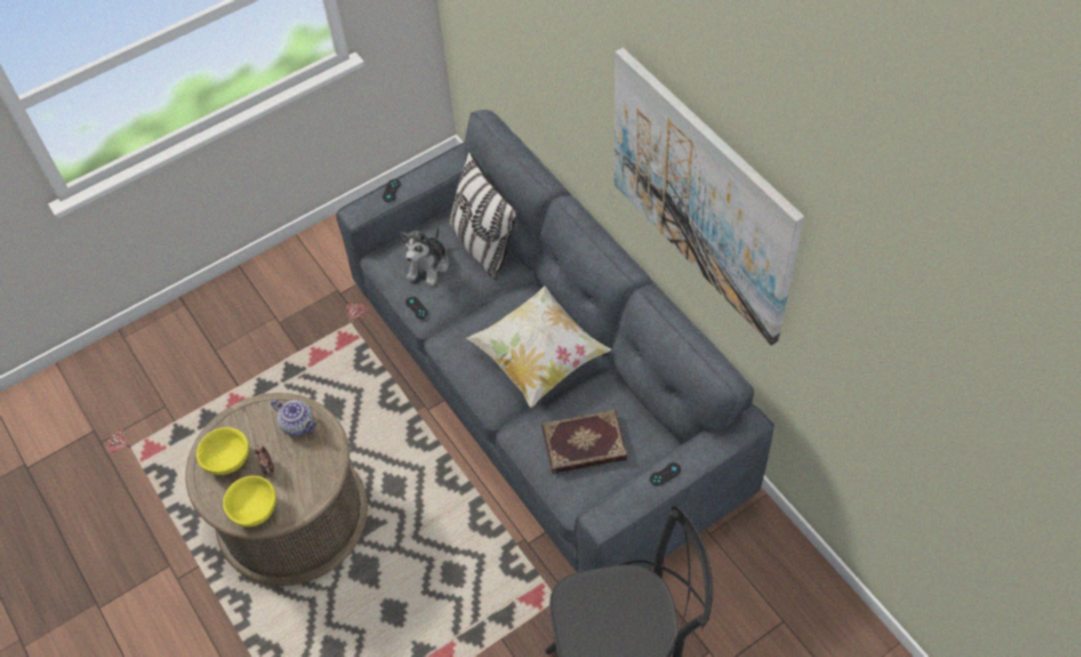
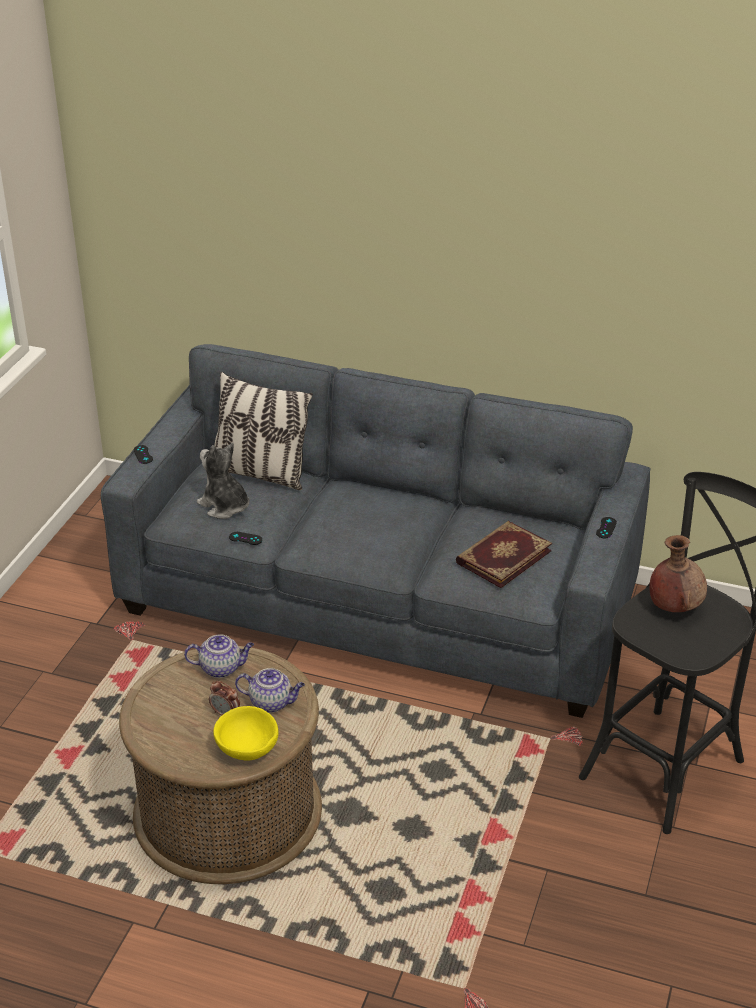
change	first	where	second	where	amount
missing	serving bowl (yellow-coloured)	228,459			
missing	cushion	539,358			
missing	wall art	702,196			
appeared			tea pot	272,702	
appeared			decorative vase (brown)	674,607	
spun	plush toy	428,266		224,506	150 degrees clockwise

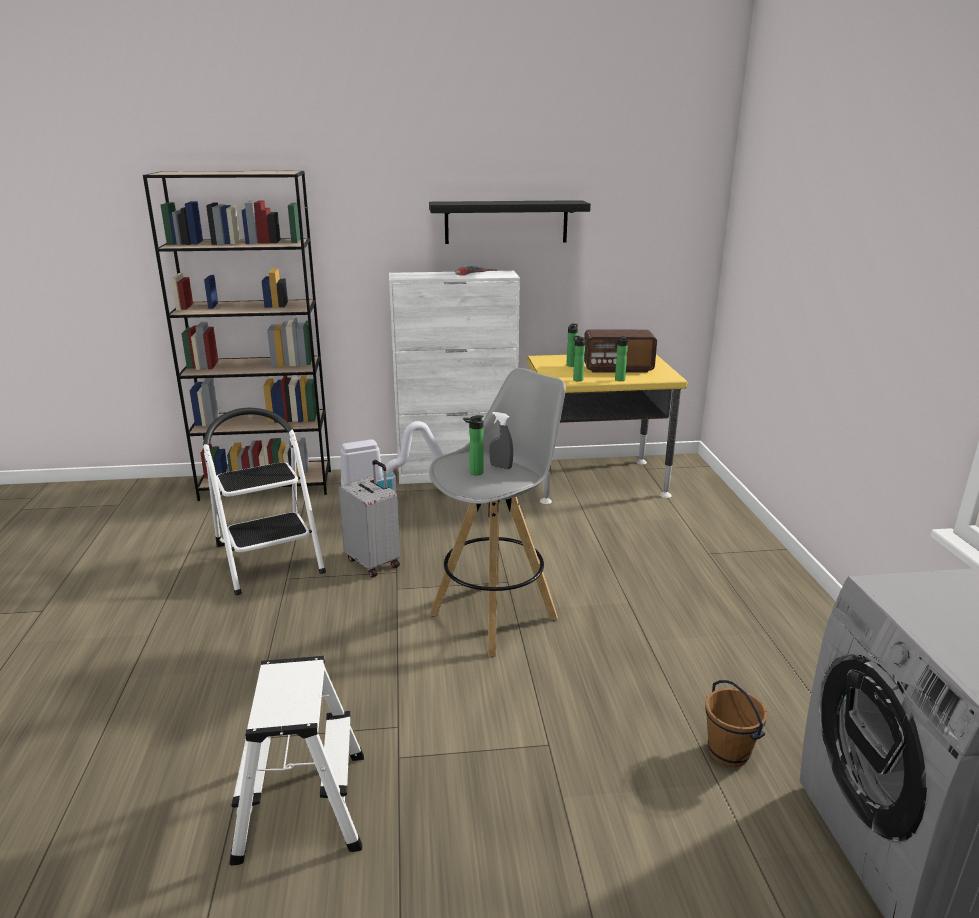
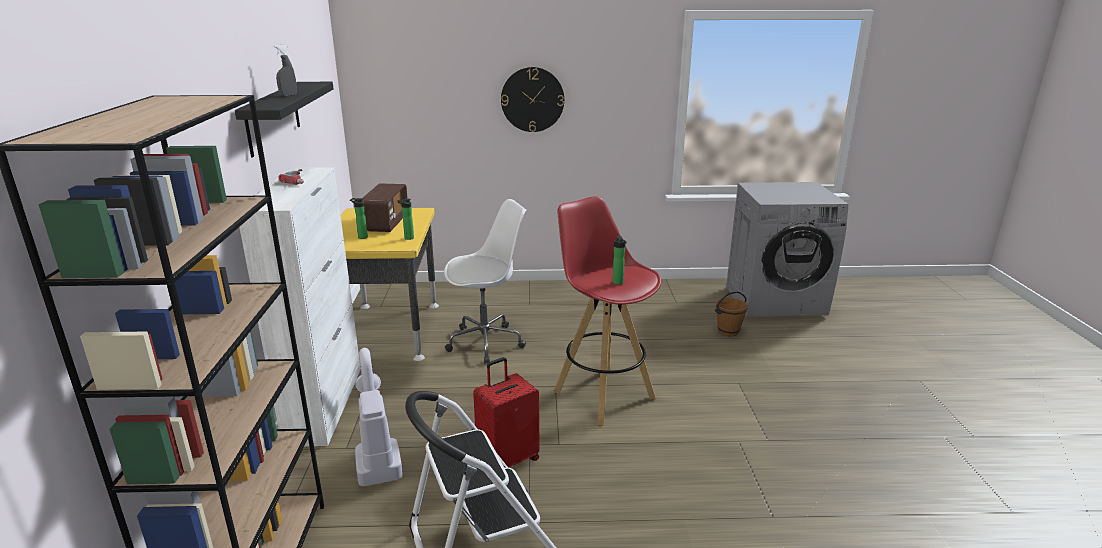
change	first	where	second	where	amount
missing	step ladder (white)	302,806			
missing	beverage bottle	620,380			
appeared			office chair (white)	487,342	
appeared			clock on the wall	532,99	
relocated	hand sprayer (greyish)	501,467		288,95	
colour	suitcase (greyish)	374,562	suitcase (red-coloured)	508,459	
colour	stool (greyish)	496,615	stool (red-coloured)	603,393	

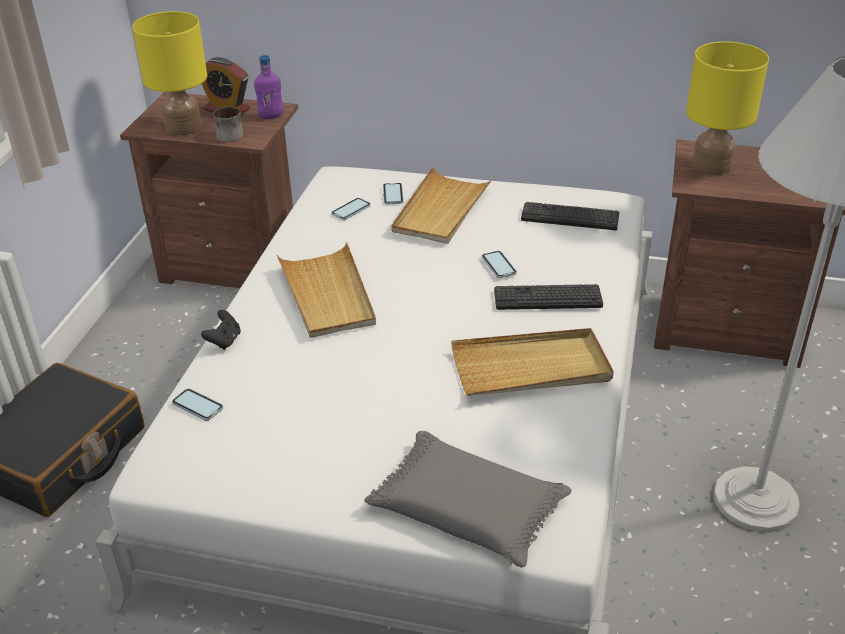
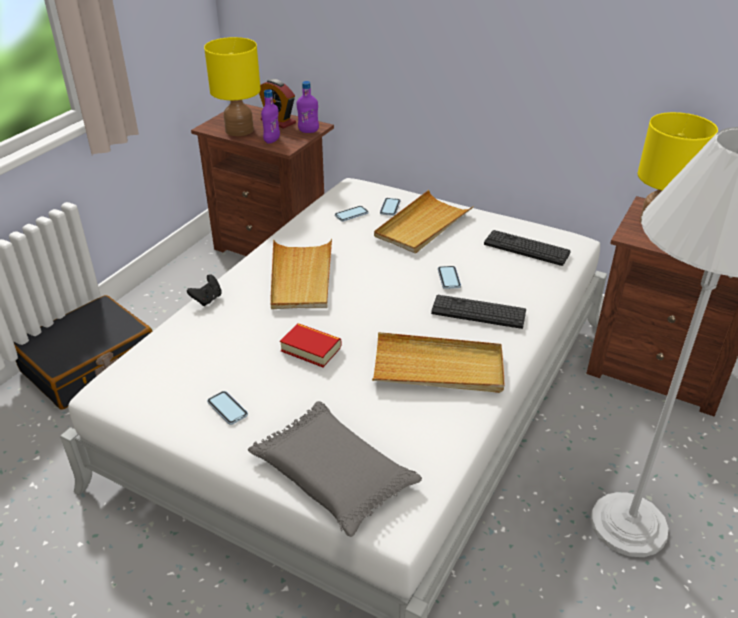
change	first	where	second	where	amount
appeared			book	311,349	
relocated	handset	197,406		227,409	
exchanged	tea mug	231,134	beverage bottle (purplish)	272,140	

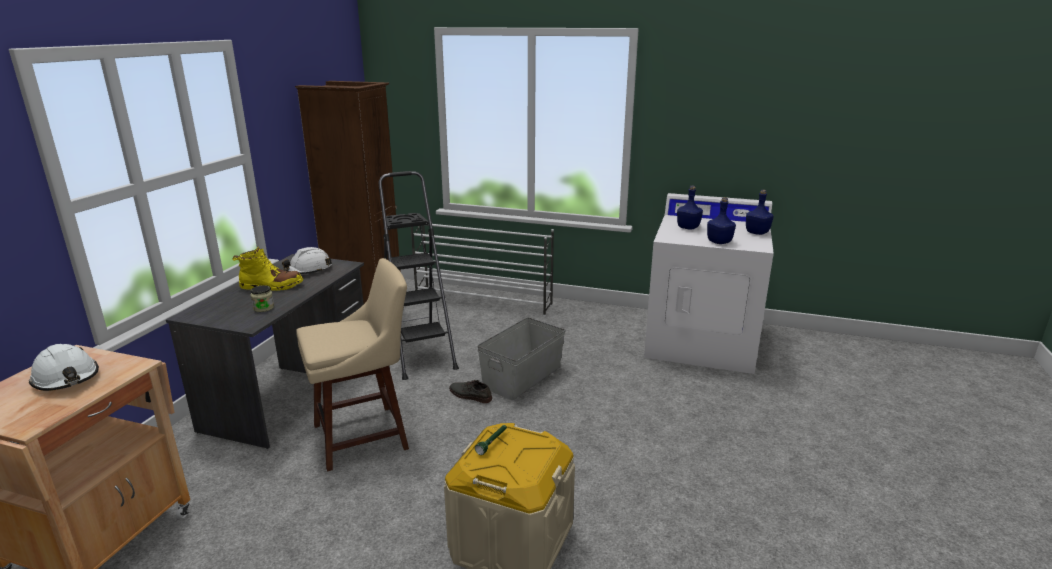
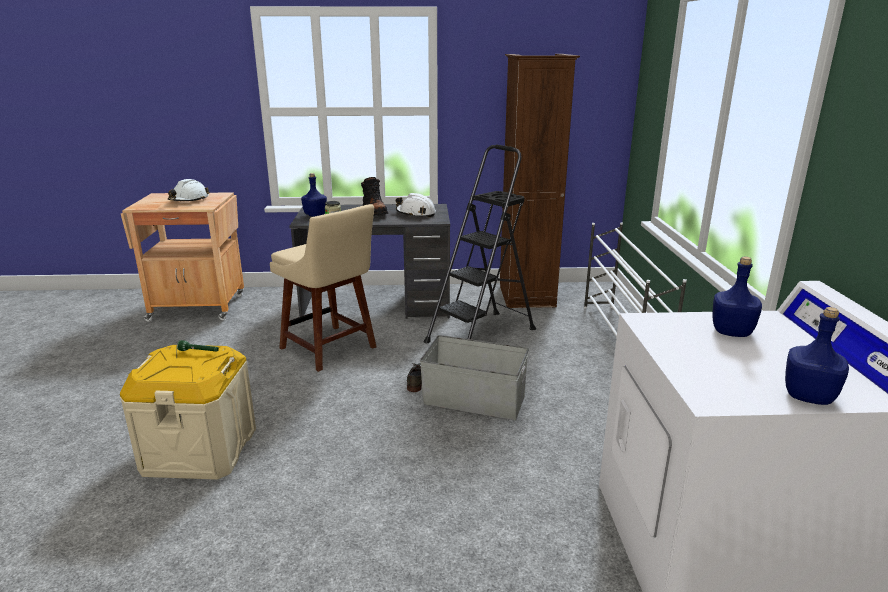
change	first	where	second	where	amount
relocated	beverage bottle (bluish)	719,242		315,215	
colour	boot (yellow-coloured)	271,286	boot (blackish)	374,212	

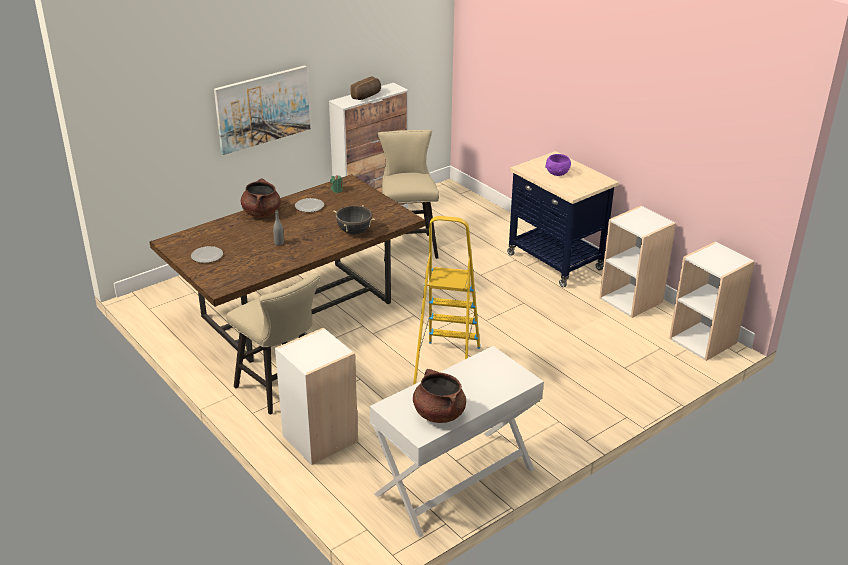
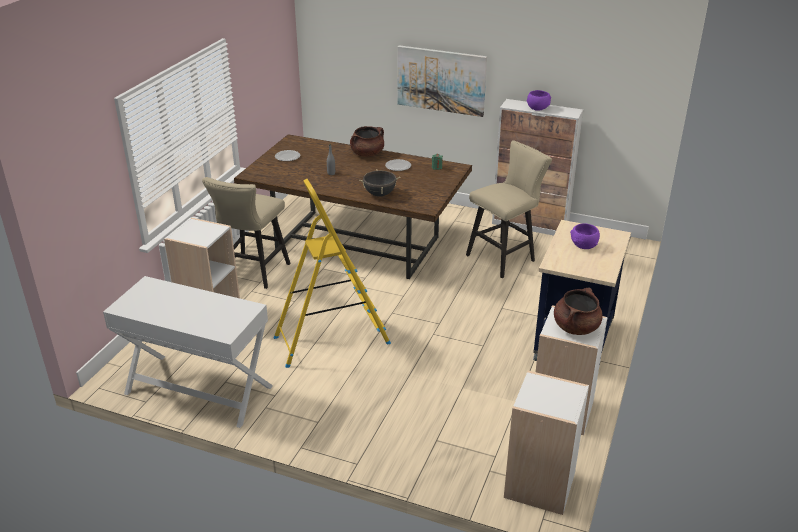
change	first	where	second	where	amount
relocated	cooking pot (brown)	438,413		576,327	
exchanged	baked bread	367,96	serving bowl (purplish)	538,108	

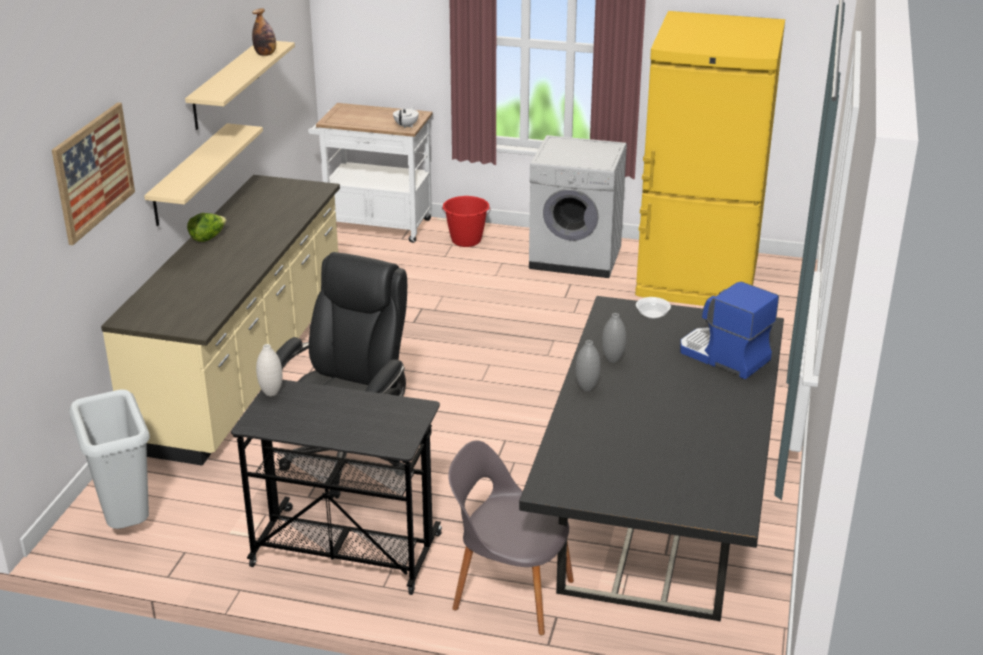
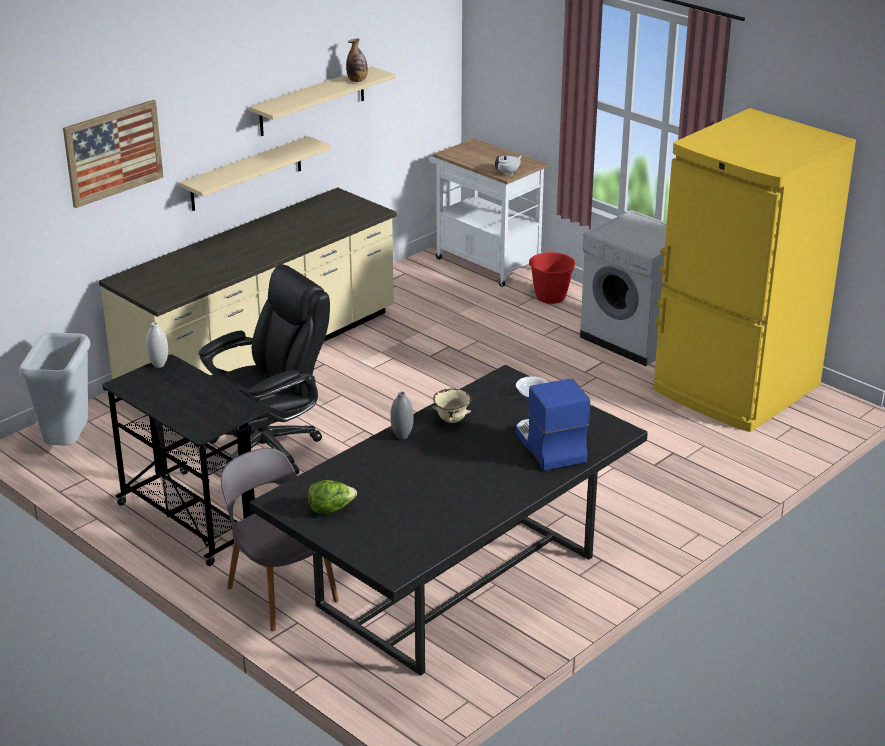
change	first	where	second	where	amount
relocated	lettuce head	208,238		331,509	
exchanged	decorative vase (greyish)	613,360	serving bowl (beige)	451,420	

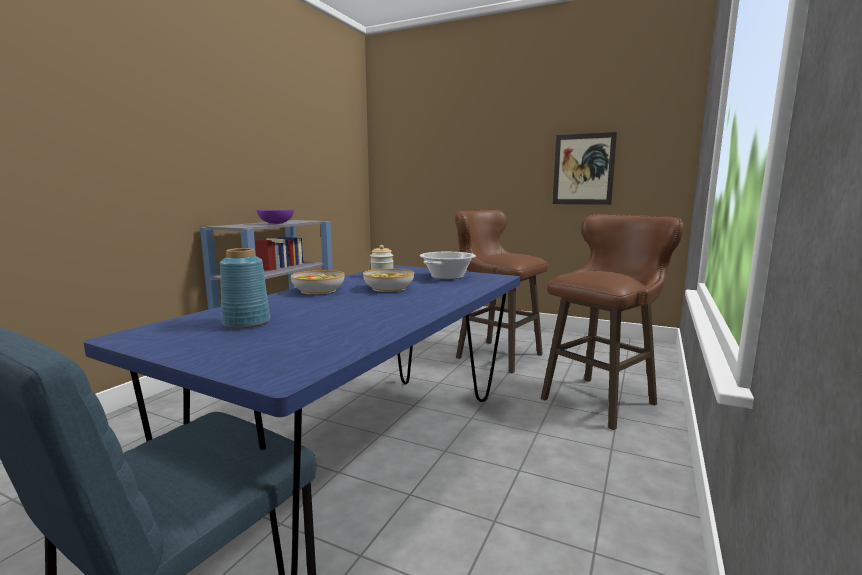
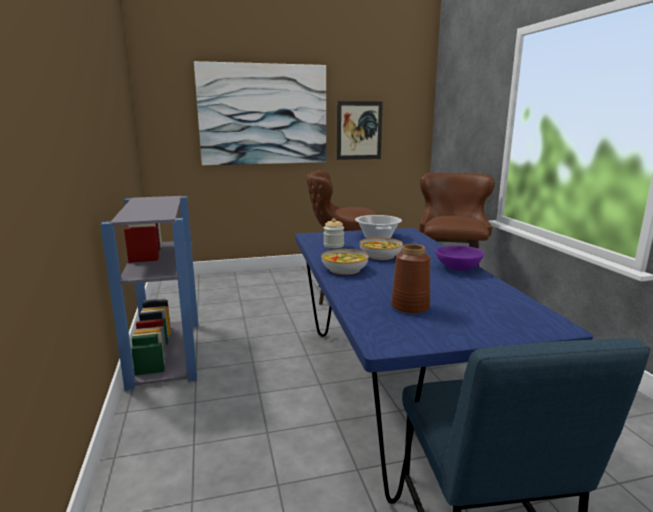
change	first	where	second	where	amount
appeared			wall art	263,115	
relocated	serving bowl (purplish)	276,223		457,268	
colour	decorative vase (bluish)	247,323	decorative vase (brown)	410,307	

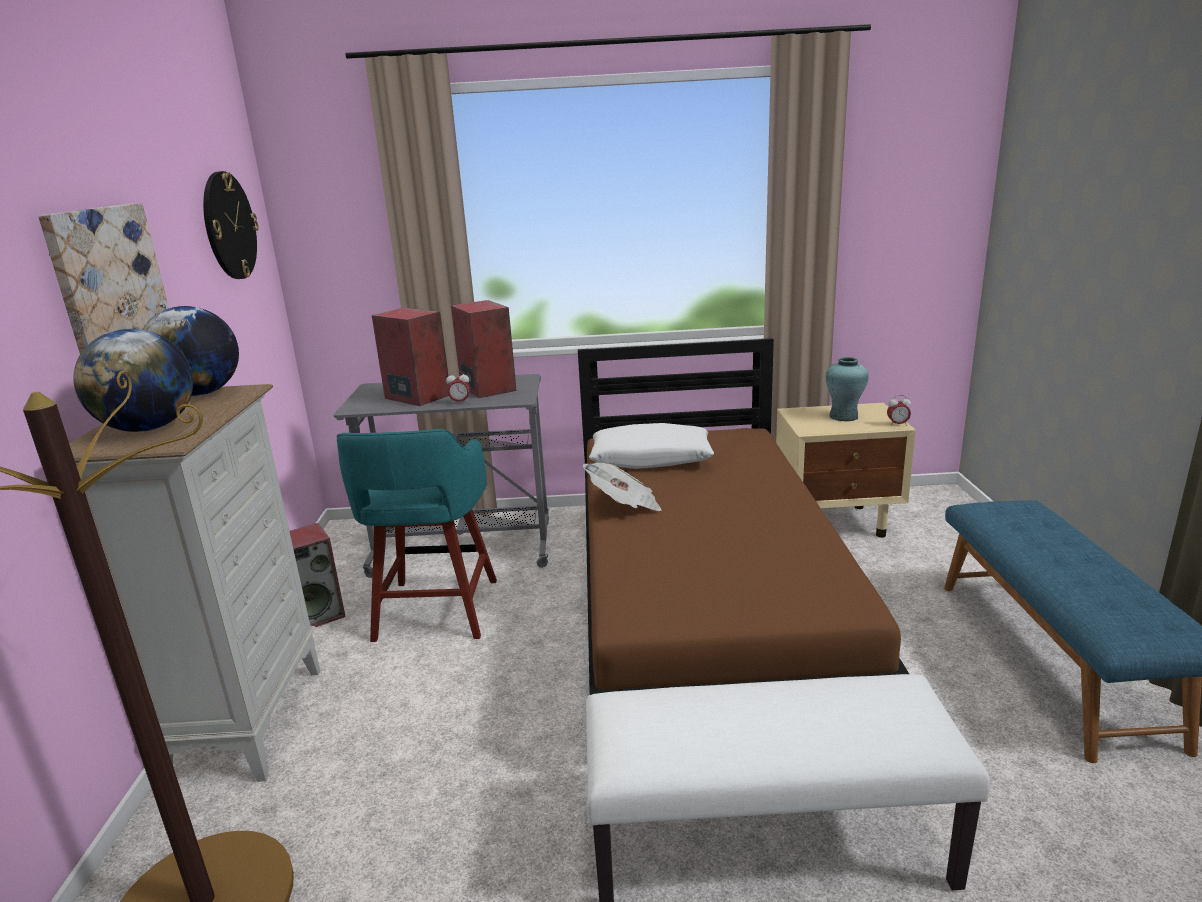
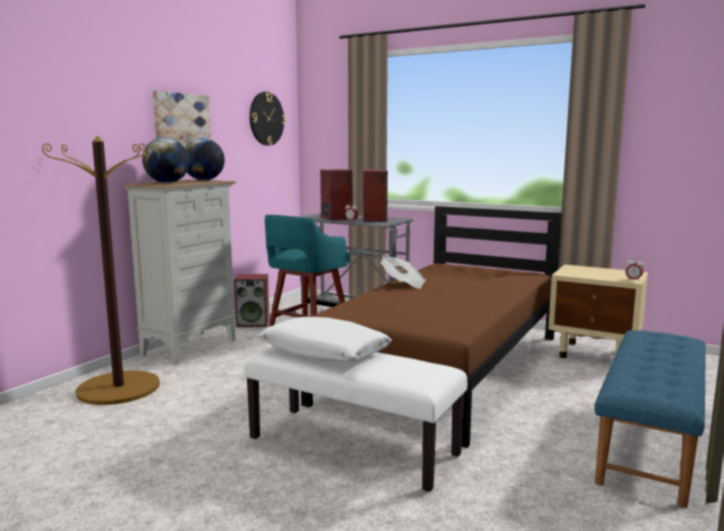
change	first	where	second	where	amount
missing	decorative vase (blue-green)	843,416			
relocated	cushion (white)	651,459		324,352	

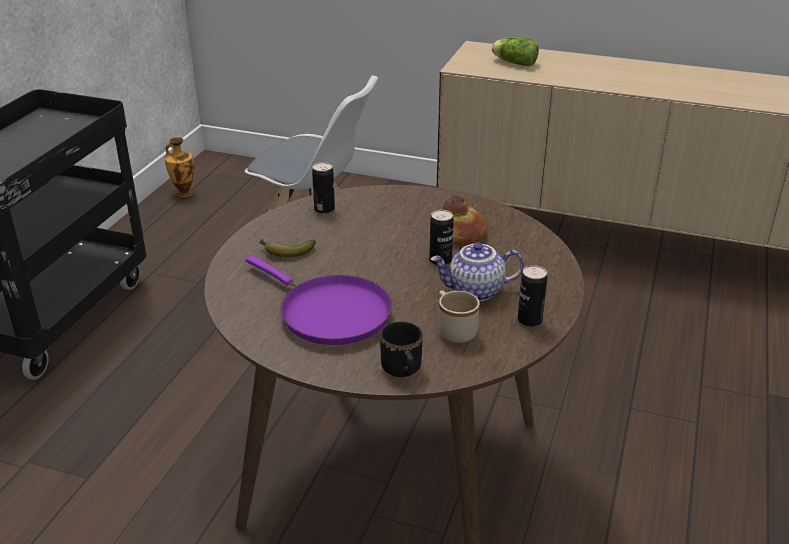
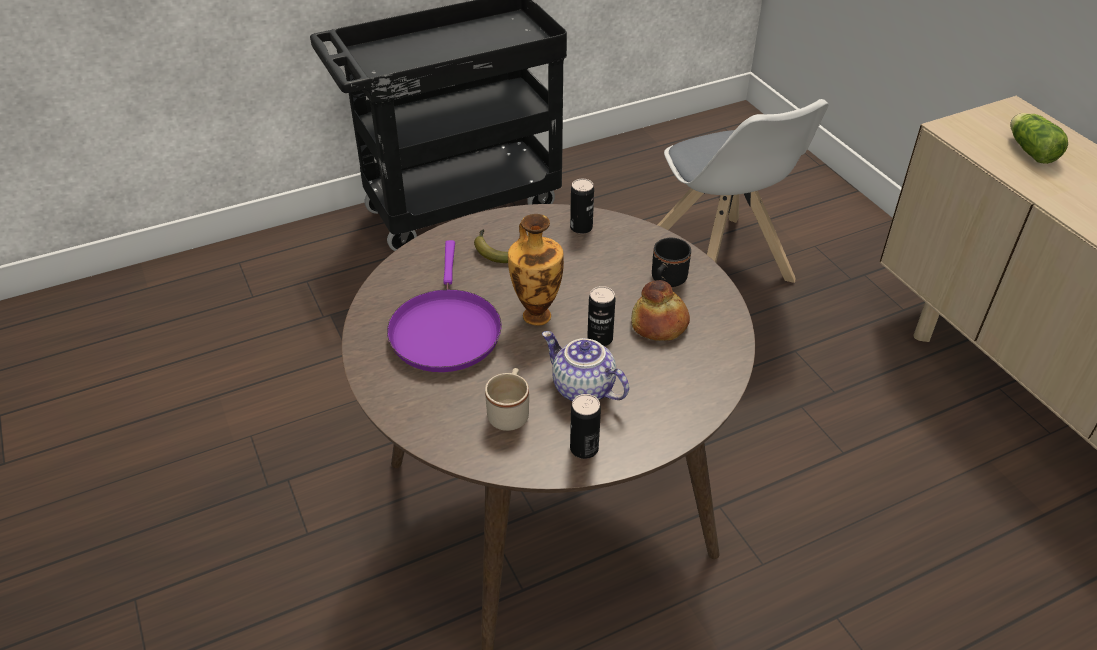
change	first	where	second	where	amount
relocated	decorative vase	184,193		536,314	
relocated	tea mug (blackish)	402,370		666,281	

